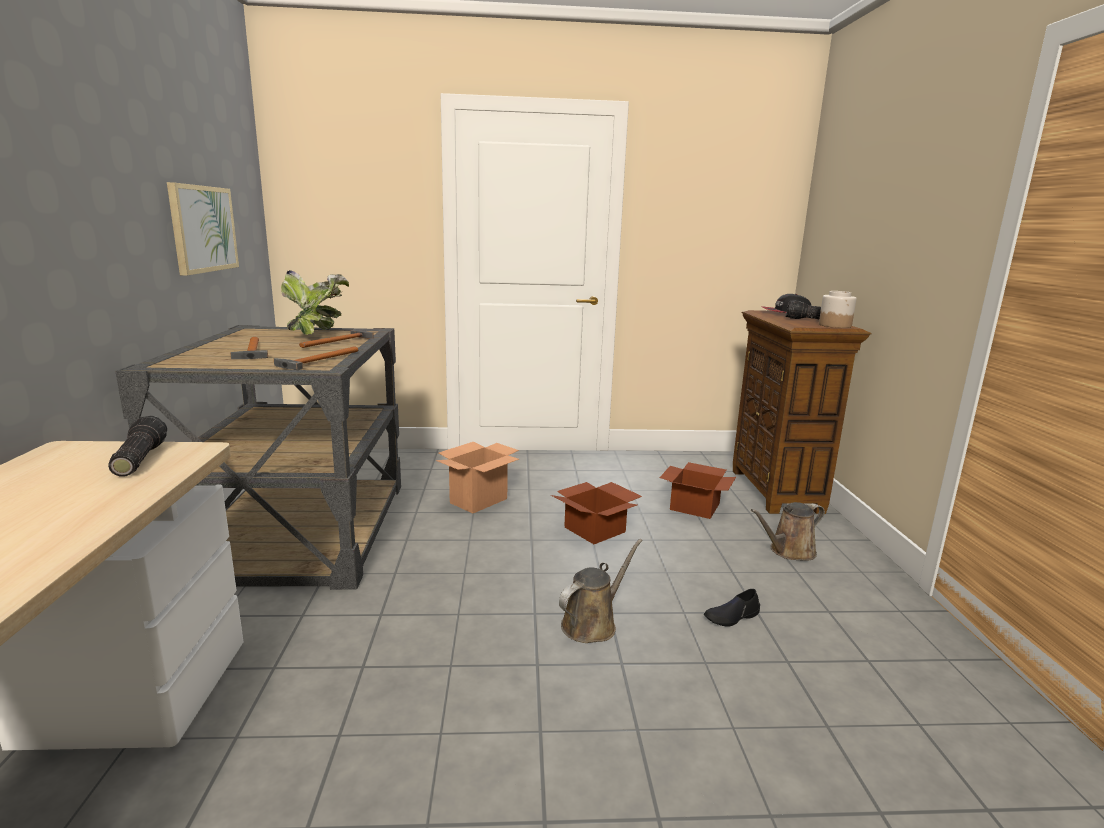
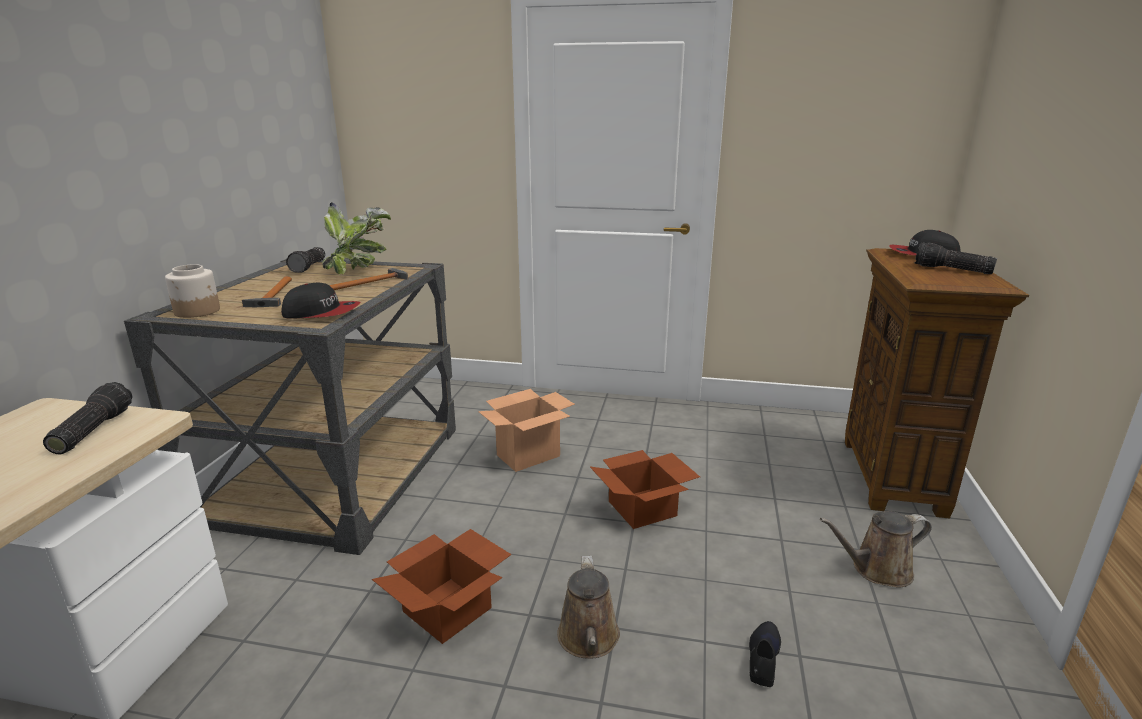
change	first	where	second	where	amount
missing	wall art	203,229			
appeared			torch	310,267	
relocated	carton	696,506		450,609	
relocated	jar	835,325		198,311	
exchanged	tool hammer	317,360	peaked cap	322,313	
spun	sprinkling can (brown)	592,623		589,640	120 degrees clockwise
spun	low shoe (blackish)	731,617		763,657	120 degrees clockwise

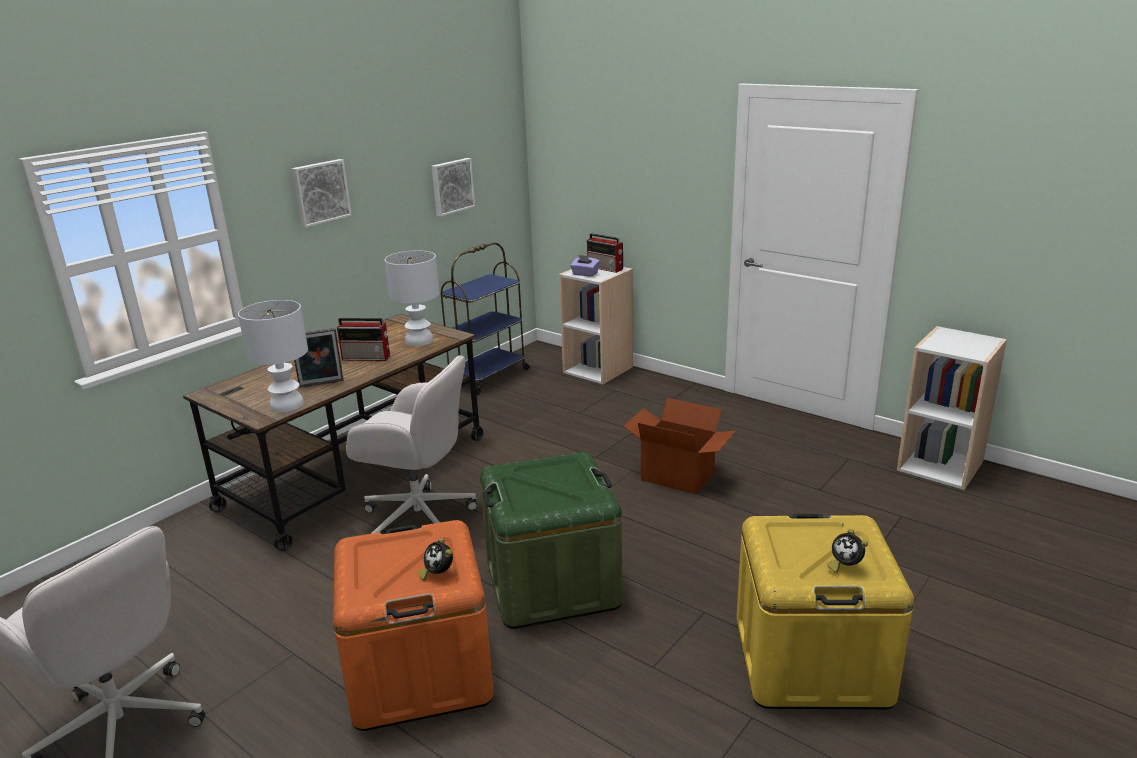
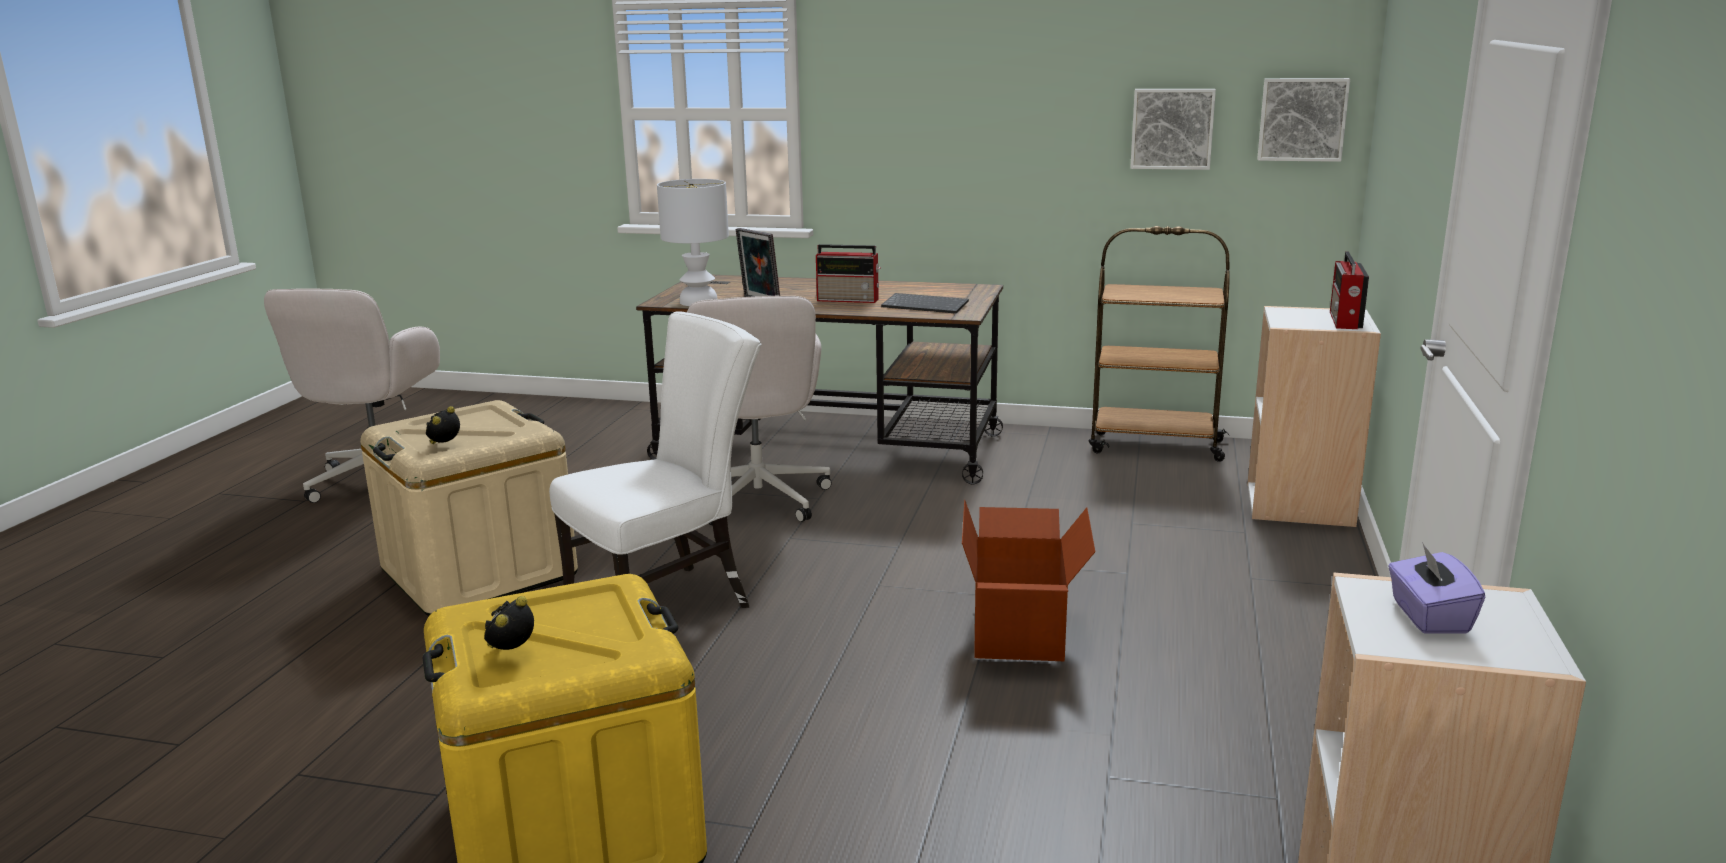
change	first	where	second	where	amount
relocated	wall art	320,192		1302,119	
relocated	tissue holder (purplish)	585,274		1428,617	
exchanged	lamp for a table (white)	419,340	keyboard	926,305	
exchanged	storage box (green-coloured)	552,584	plain chair (white)	668,603	
colour	storage box (orange-coloured)	419,671	storage box (beige)	479,572	
colour	cart (bluish)	488,378	cart (brown)	1154,446	
spun	radio set	367,357		849,299	60 degrees counterclockwise

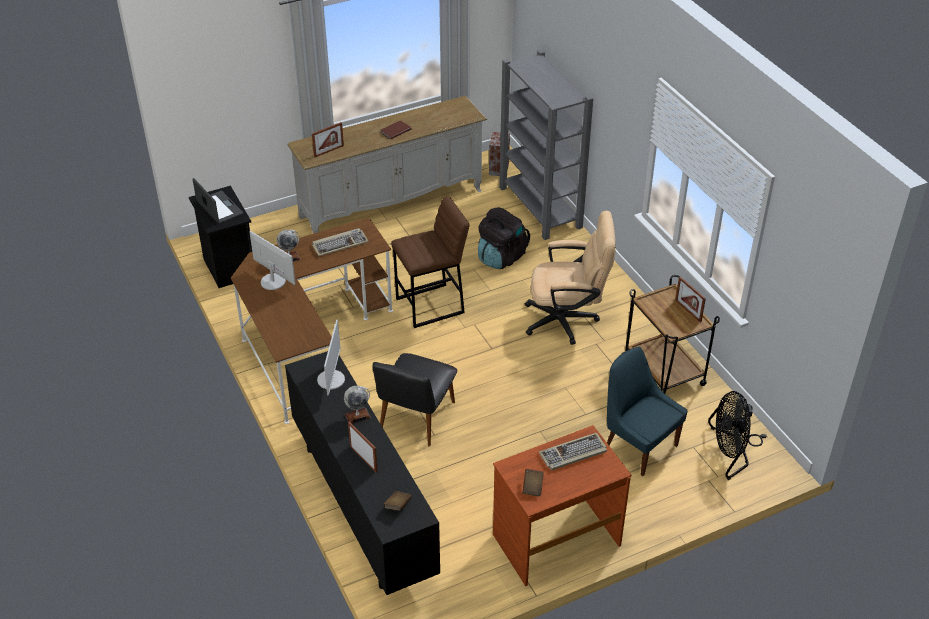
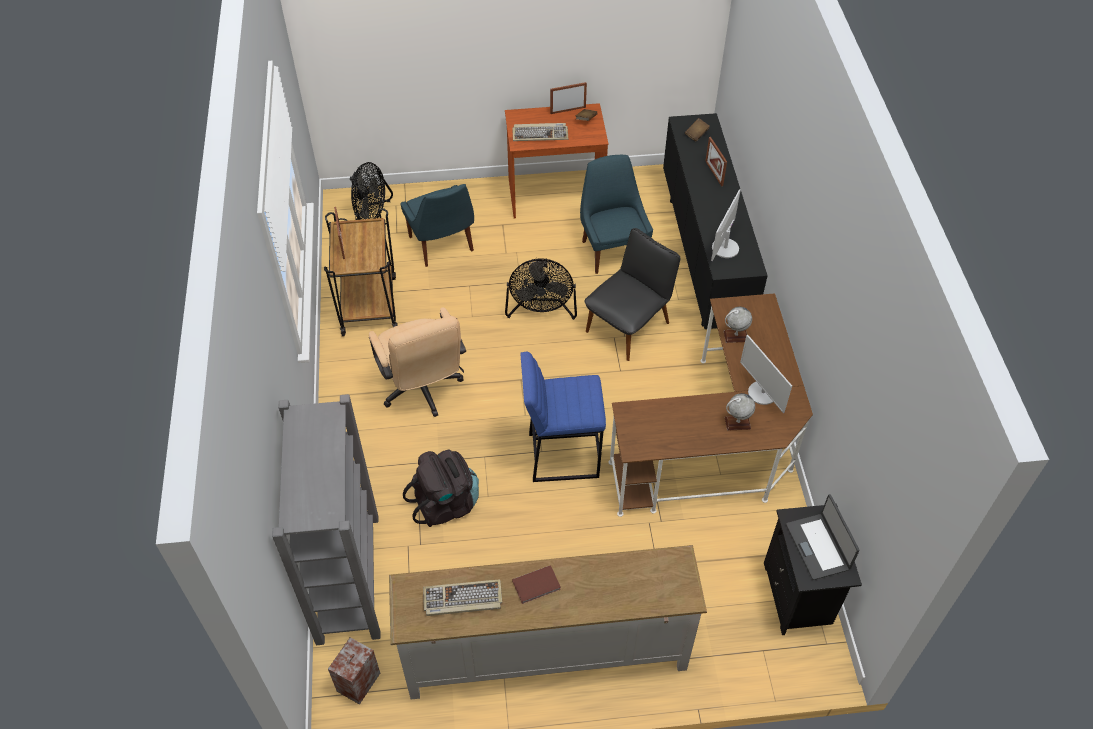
change	first	where	second	where	amount
appeared			electric fan (blackish)	539,307	
appeared			plain chair (bluish)	612,250	
relocated	photo frame	329,151		568,110	
relocated	keyboard	340,244		462,599	
relocated	desk globe	357,416		735,336	
colour	stool (brown)	431,305	stool (bluish)	561,455	
spun	office chair (beige)	567,320		423,390	135 degrees counterclockwise

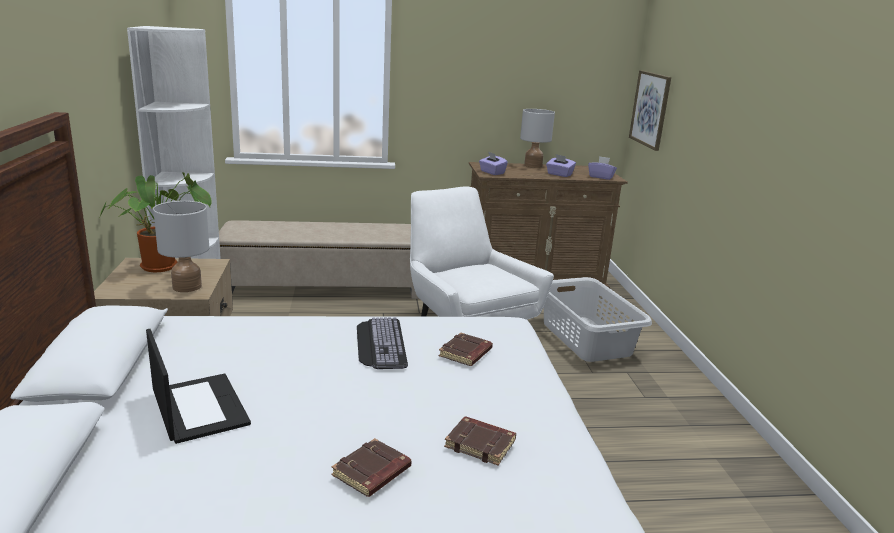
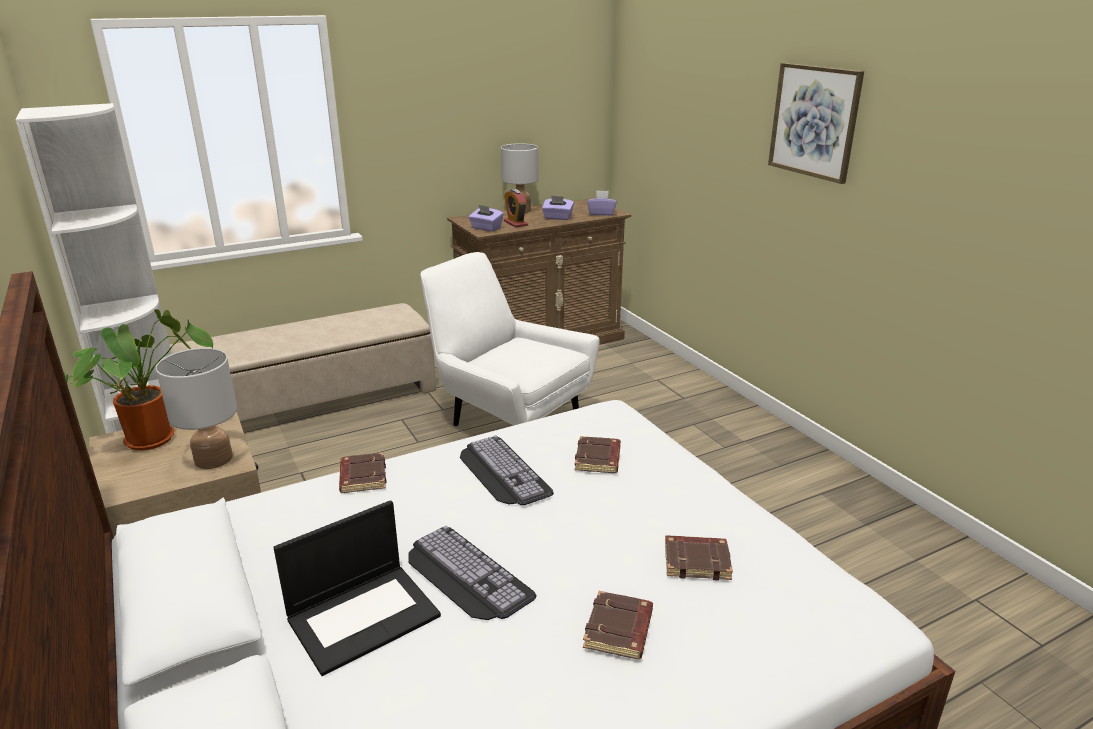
change	first	where	second	where	amount
missing	hamper (greyish)	586,338			
appeared			book (brown)	362,477	
appeared			keyboard	463,574	
appeared			table clock	515,223	
relocated	wall art	650,109		814,121	
spun	laptop	198,407		364,616	105 degrees clockwise

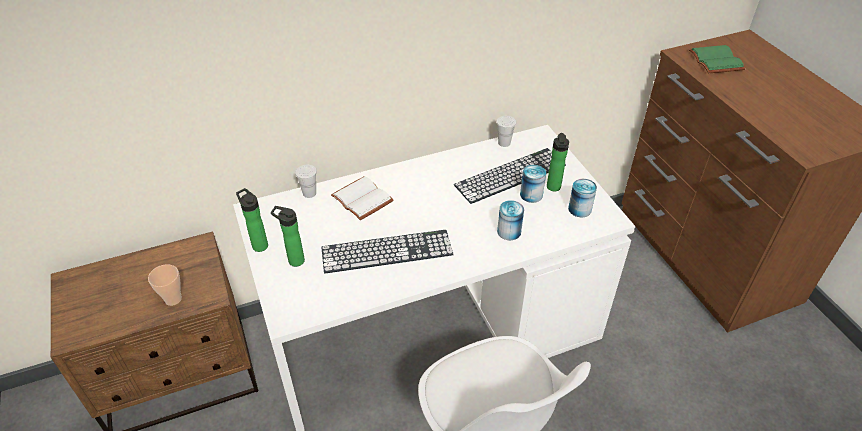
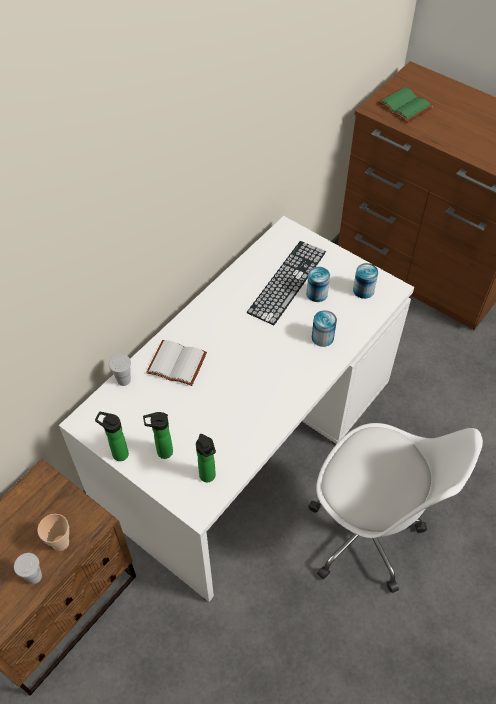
change	first	where	second	where	amount
missing	keyboard	387,251			
relocated	drinking cup (white)	504,143		34,576	
relocated	beverage bottle	553,188		208,477	

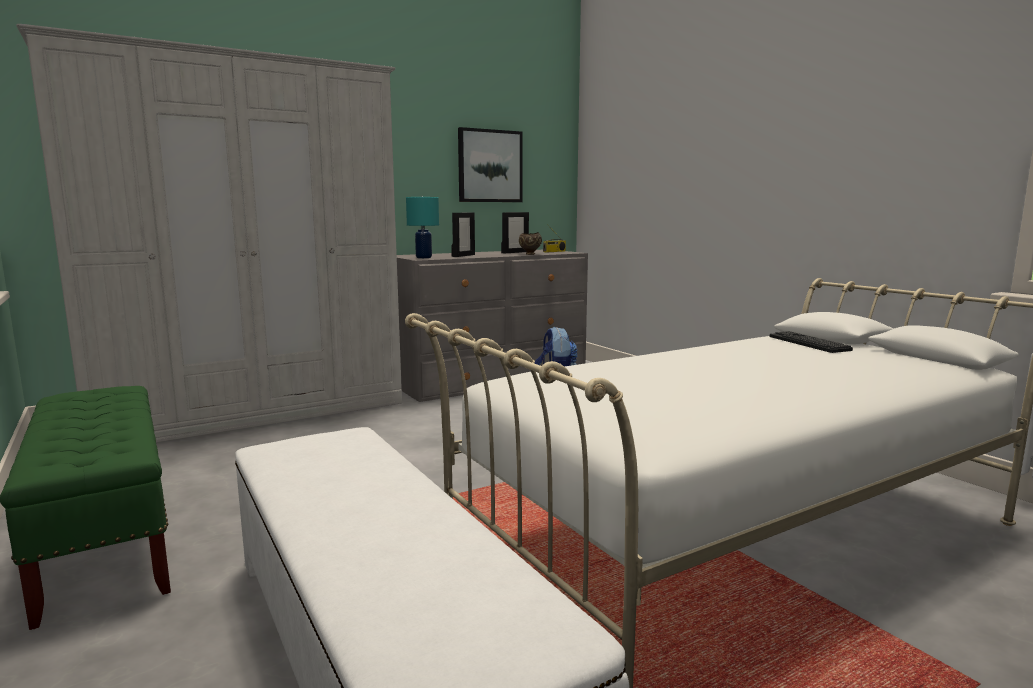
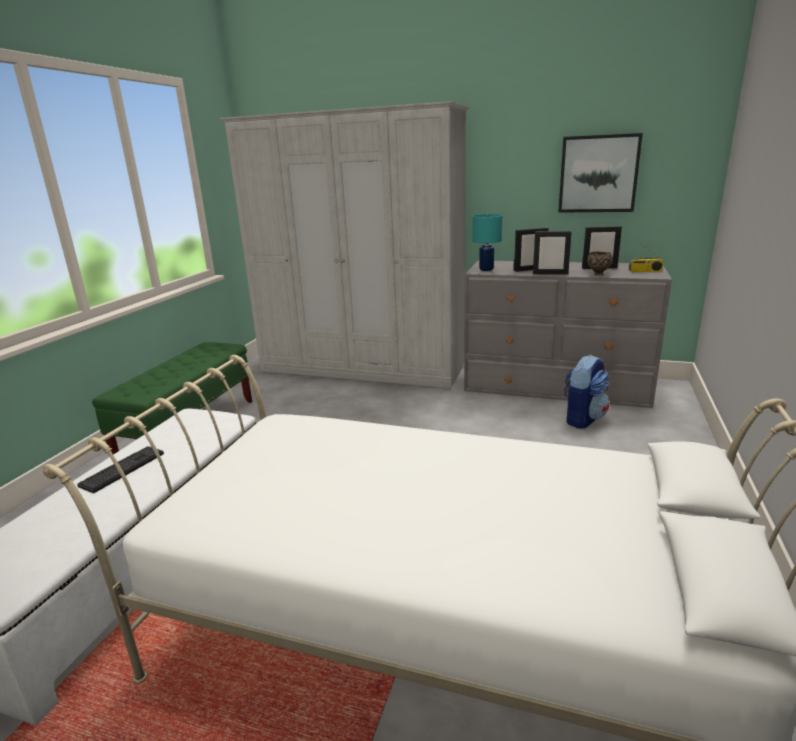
change	first	where	second	where	amount
appeared			photo frame	550,273	
relocated	keyboard	808,343		123,469	

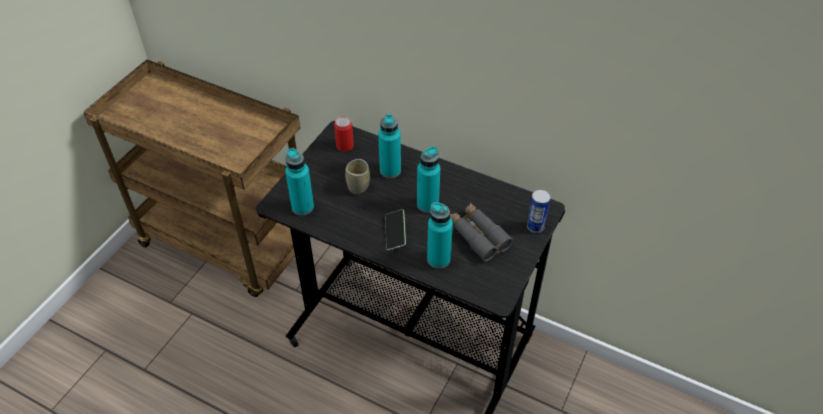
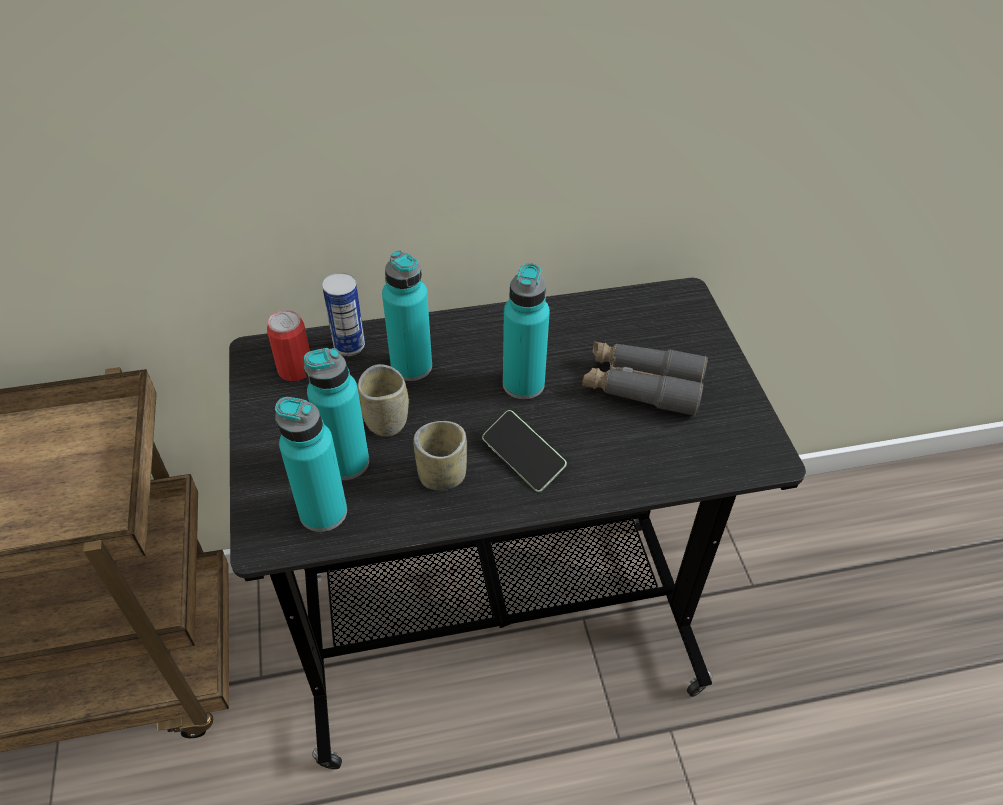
change	first	where	second	where	amount
appeared			drinking cup	442,475	
relocated	beverage bottle (blue-green)	438,259		346,462	
relocated	metal can	535,227		349,346	

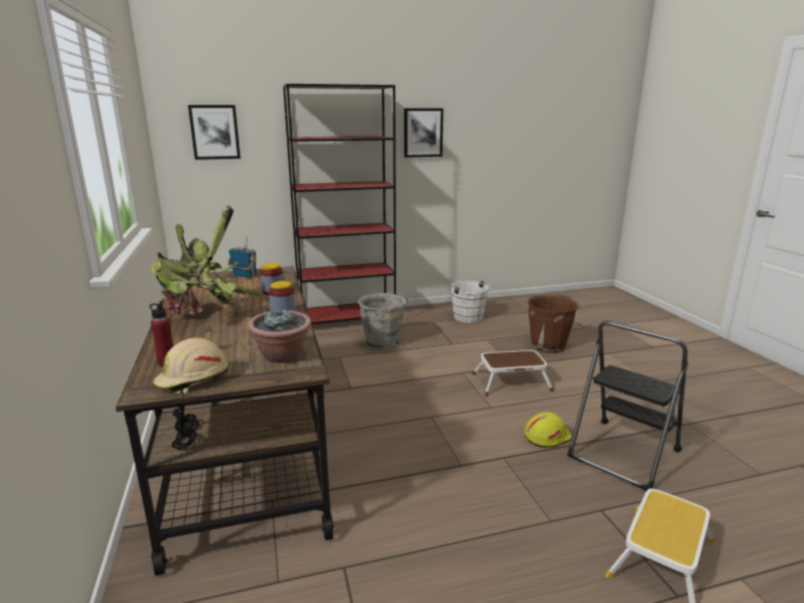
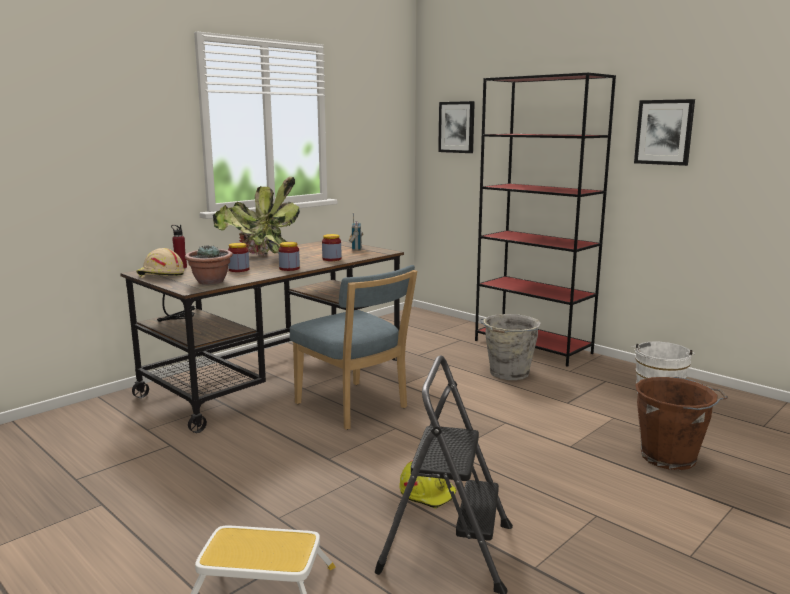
change	first	where	second	where	amount
missing	step ladder (brown)	511,382			
appeared			jar	239,270	
appeared			plain chair (bluish)	354,407	

